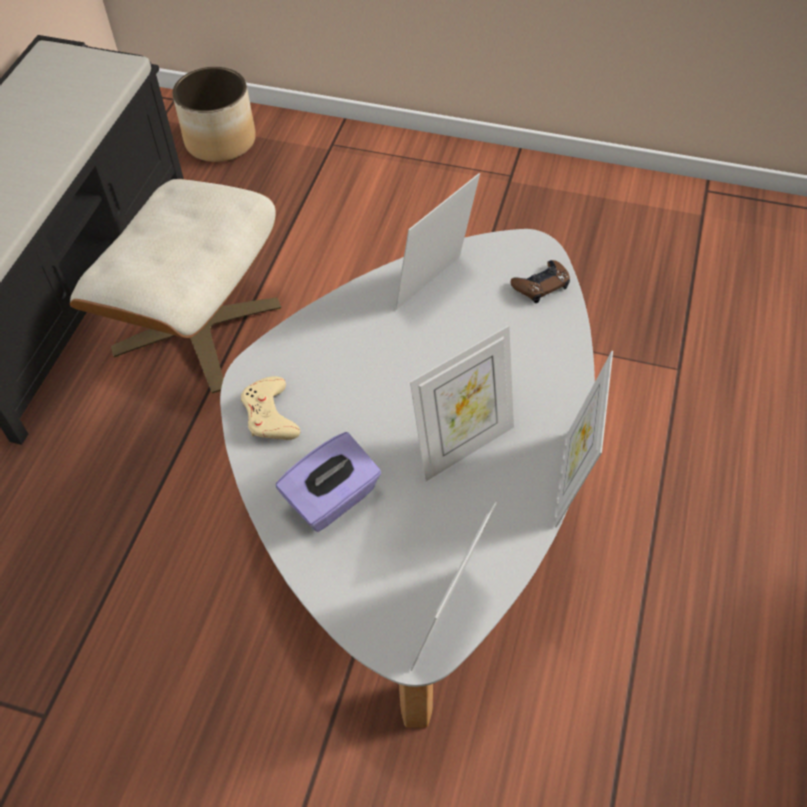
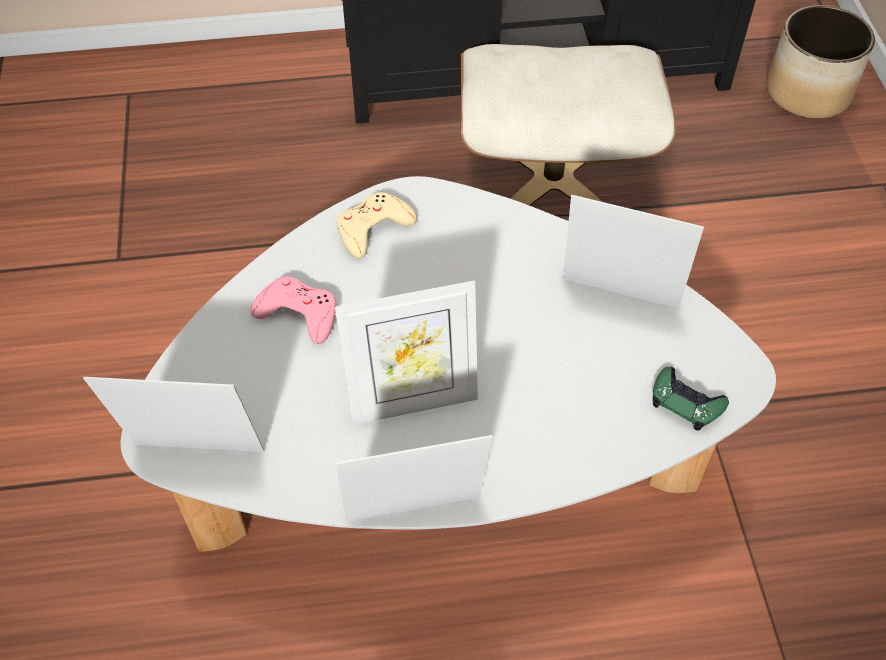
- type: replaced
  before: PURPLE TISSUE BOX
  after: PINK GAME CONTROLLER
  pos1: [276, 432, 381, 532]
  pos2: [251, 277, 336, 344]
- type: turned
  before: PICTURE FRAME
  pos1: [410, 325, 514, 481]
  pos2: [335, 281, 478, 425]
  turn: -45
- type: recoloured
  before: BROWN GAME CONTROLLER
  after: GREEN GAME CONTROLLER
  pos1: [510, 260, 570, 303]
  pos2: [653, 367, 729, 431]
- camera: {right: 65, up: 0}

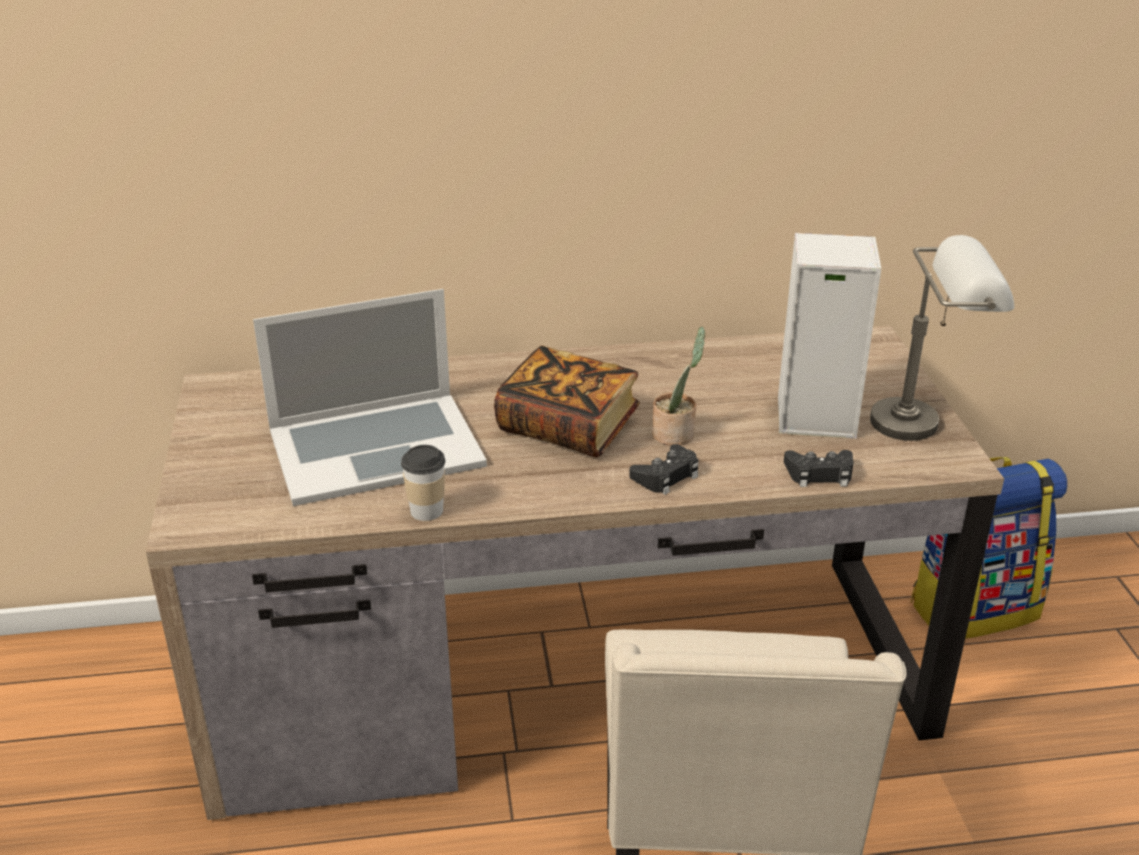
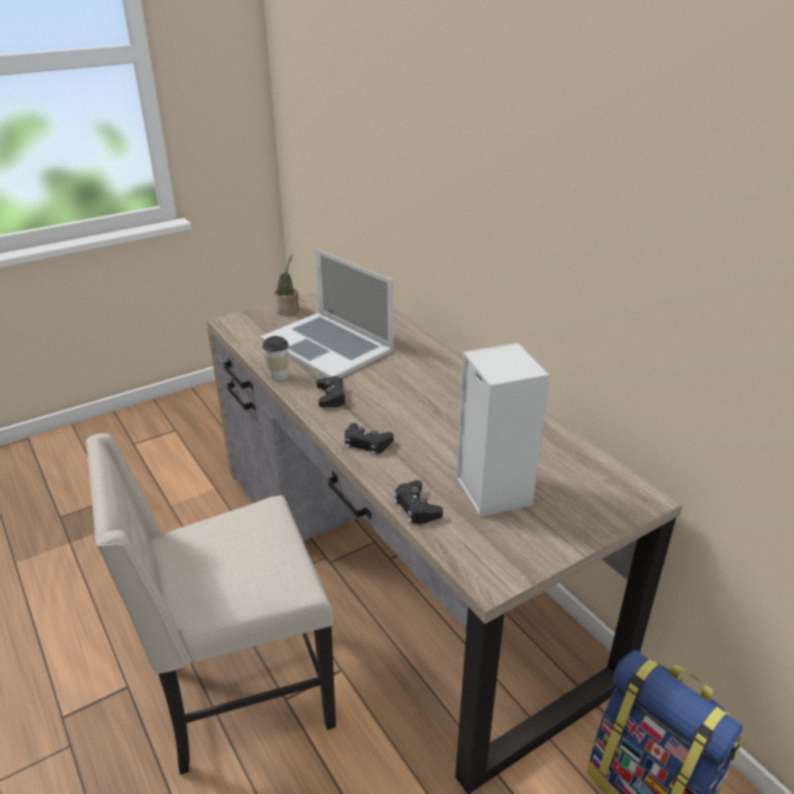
- type: moved
  before: POTTED PLANT
  pos1: [652, 327, 705, 446]
  pos2: [275, 254, 299, 316]
- type: added
  after: BLACK GAME CONTROLLER
  pos2: [317, 376, 347, 408]
- type: removed
  before: BOOK
  pos1: [494, 346, 640, 457]
- type: removed
  before: GREY TABLE LAMP
  pos1: [870, 235, 1014, 441]
- camera: {right: 65, up: 0}

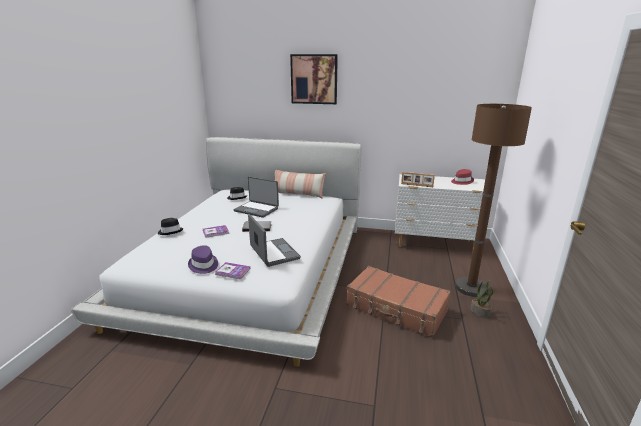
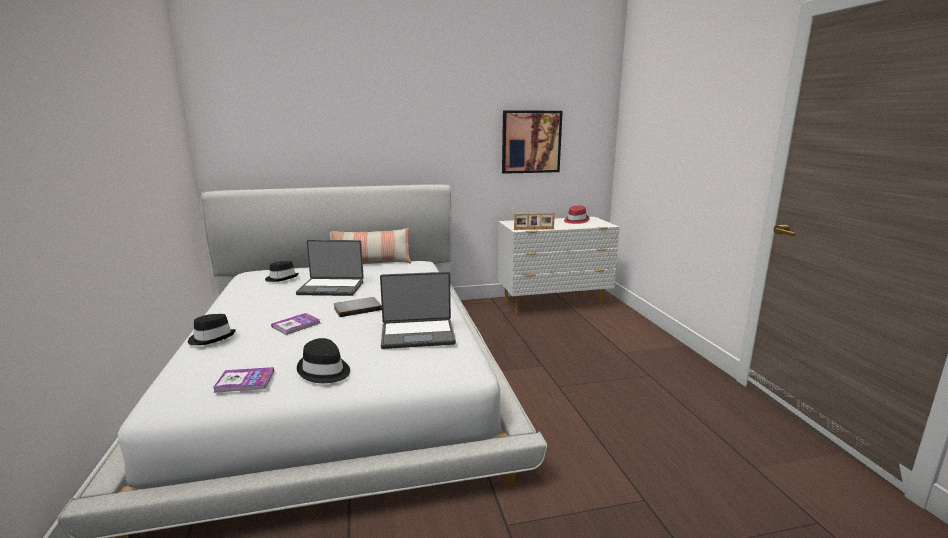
- type: moved
  before: BOOK
  pos1: [215, 262, 250, 279]
  pos2: [213, 367, 274, 393]
- type: recoloured
  before: PURPLE HAT
  after: BLACK HAT
  pos1: [188, 245, 218, 274]
  pos2: [297, 338, 350, 383]
- type: turned
  before: LAPTOP
  pos1: [248, 214, 301, 267]
  pos2: [380, 272, 456, 349]
  turn: 135
- type: moved
  before: PICTURE
  pos1: [290, 54, 338, 104]
  pos2: [502, 110, 563, 174]
- type: removed
  before: BROWN SUITCASE
  pos1: [346, 266, 451, 338]
- type: removed
  before: BROWN FLOOR LAMP
  pos1: [455, 104, 532, 297]
- type: removed
  before: POTTED PLANT
  pos1: [470, 280, 493, 318]
- camera: {right: -25, up: -5}

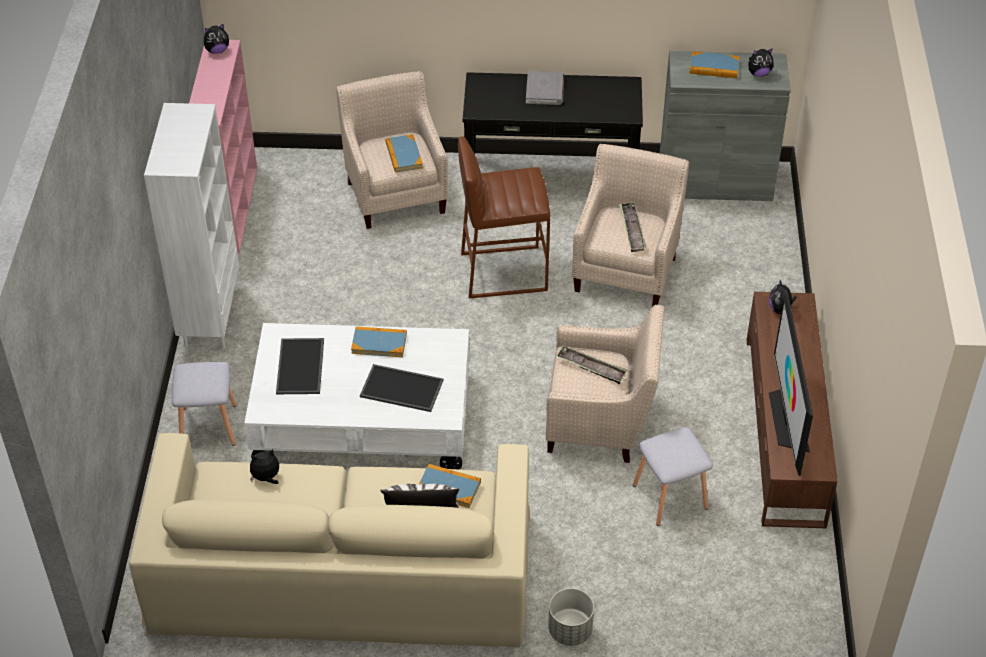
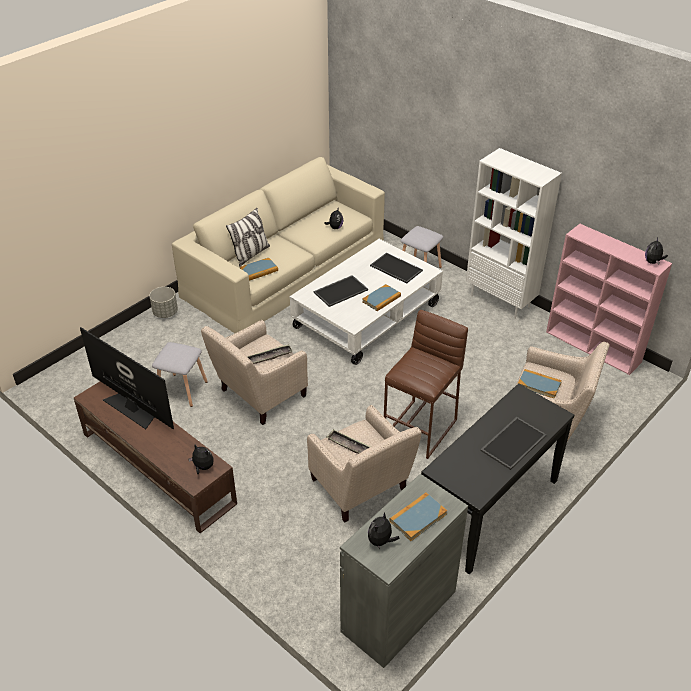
- type: replaced
  before: GREY BOOK
  after: TRAY
  pos1: [526, 71, 564, 105]
  pos2: [480, 417, 546, 470]
- camera: {right: 130, up: -5}

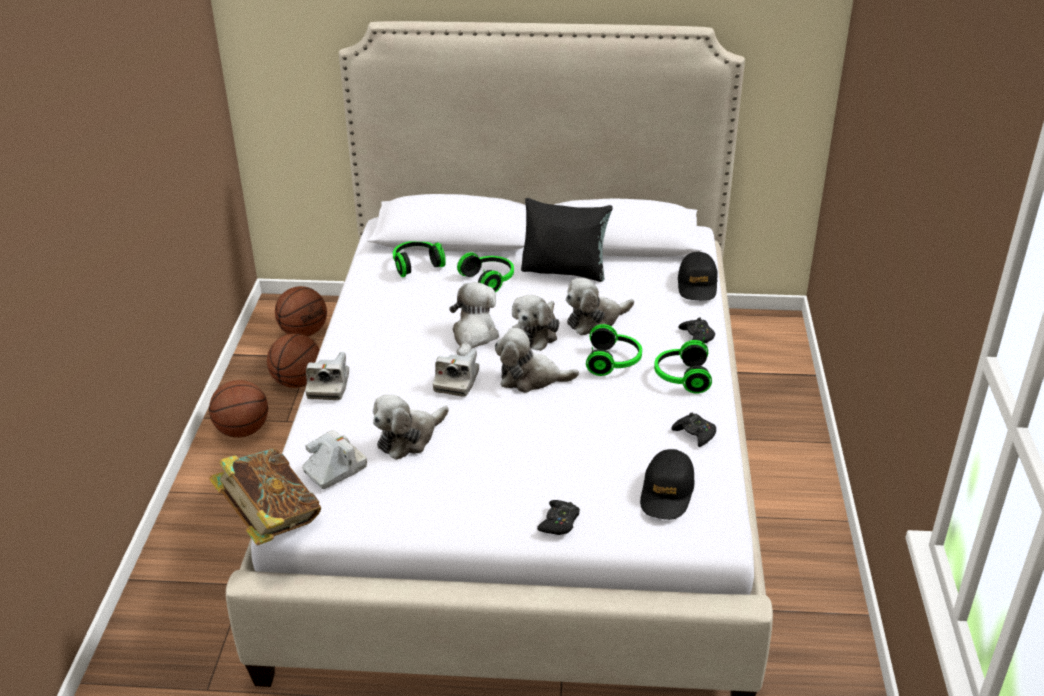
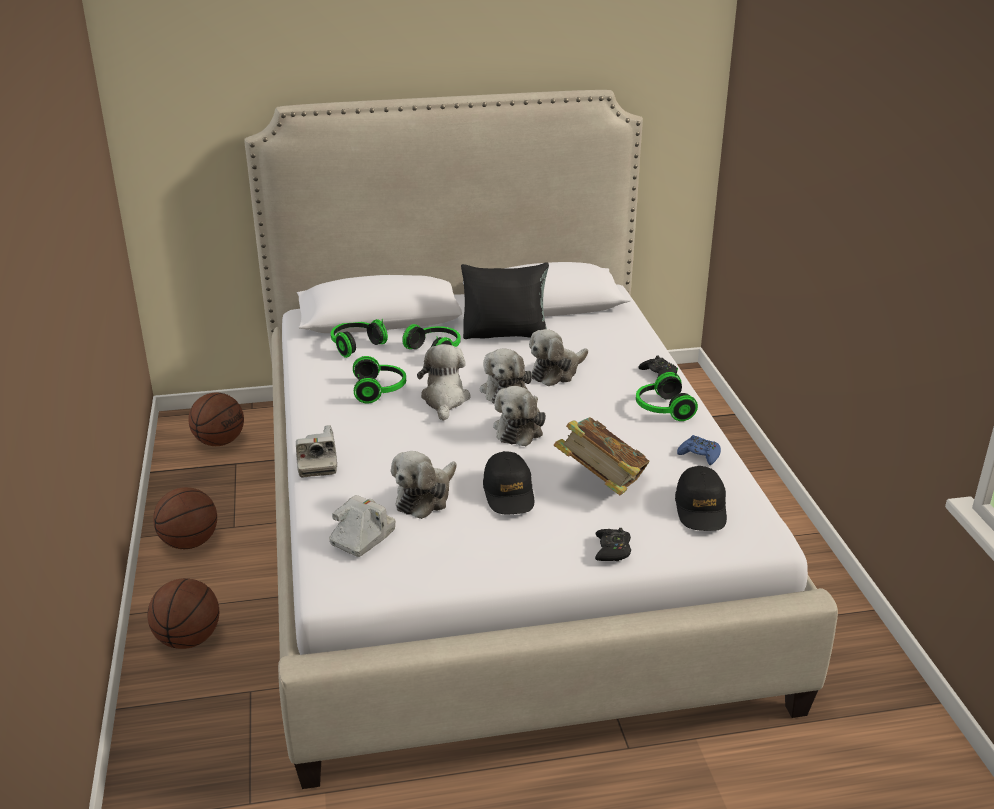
- type: moved
  before: BASKETBALL
  pos1: [267, 334, 320, 388]
  pos2: [148, 578, 219, 649]
- type: moved
  before: HEADPHONES
  pos1: [586, 324, 642, 376]
  pos2: [353, 356, 406, 403]
- type: moved
  before: BLACK CAP
  pos1: [678, 252, 718, 301]
  pos2: [483, 451, 534, 514]
- type: turned
  before: PLUSH TOY
  pos1: [495, 328, 579, 393]
  pos2: [493, 386, 546, 446]
  turn: -60
- type: moved
  before: BOOK
  pos1: [209, 448, 321, 545]
  pos2: [554, 417, 650, 495]
- type: recoloured
  before: BLACK GAME CONTROLLER
  after: BLUE GAME CONTROLLER
  pos1: [671, 413, 716, 447]
  pos2: [677, 435, 721, 465]
- type: removed
  before: PHOTO CAMERA
  pos1: [433, 349, 479, 397]
- camera: {right: -15, up: -5}

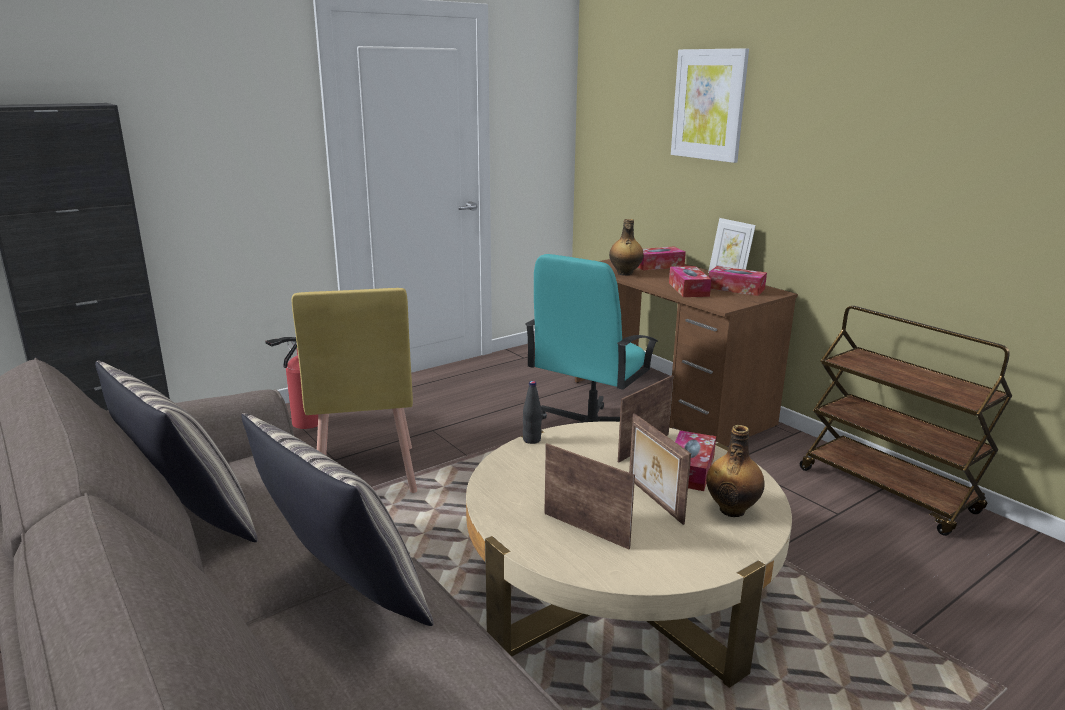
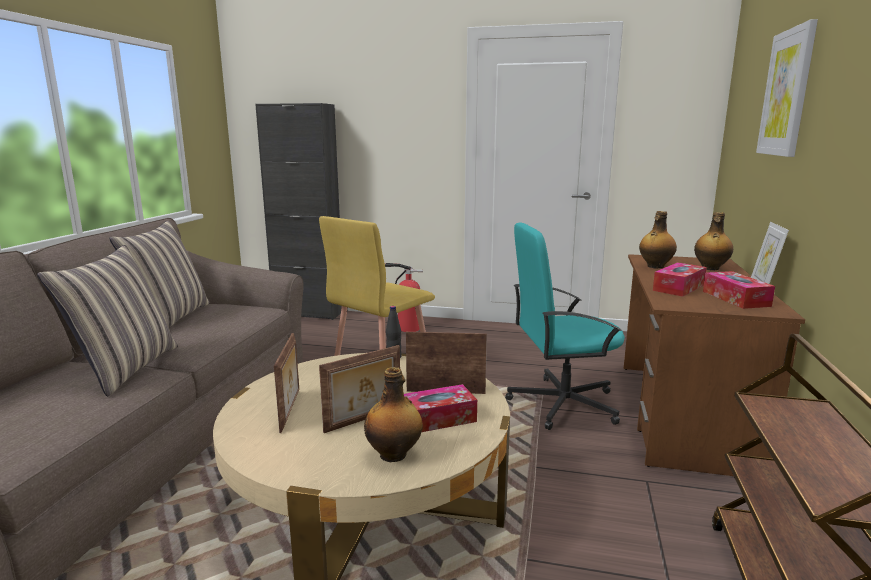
- type: turned
  before: PICTURE FRAME
  pos1: [629, 413, 691, 525]
  pos2: [319, 345, 400, 433]
  turn: -150
- type: replaced
  before: TISSUE BOX
  after: BOTTLE
  pos1: [638, 247, 686, 270]
  pos2: [694, 212, 733, 270]
- camera: {right: 50, up: -5}

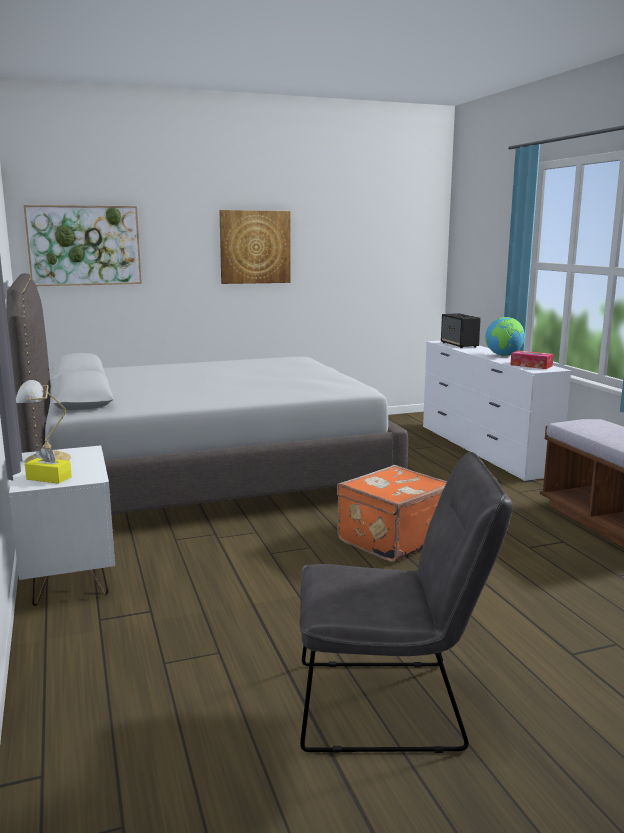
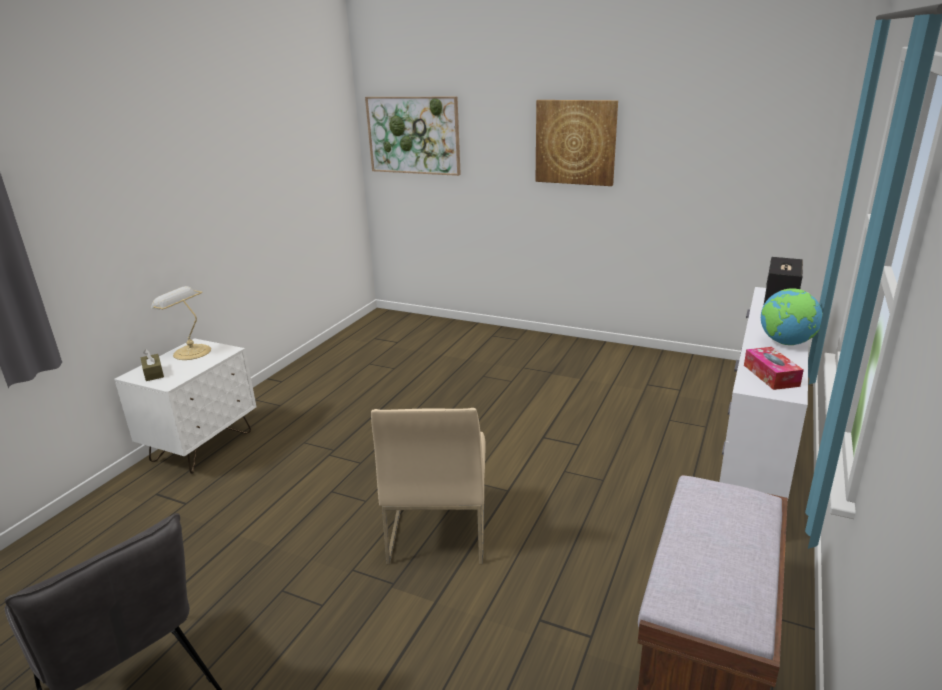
- type: recoloured
  before: YELLOW TISSUE BOX
  after: BROWN TISSUE BOX
  pos1: [25, 447, 72, 484]
  pos2: [141, 349, 164, 381]
- type: replaced
  before: ORANGE SUITCASE
  after: BEIGE CHAIR
  pos1: [337, 465, 447, 562]
  pos2: [371, 408, 486, 565]
- type: removed
  before: GREY BED
  pos1: [6, 273, 408, 514]
- camera: {right: 45, up: 10}

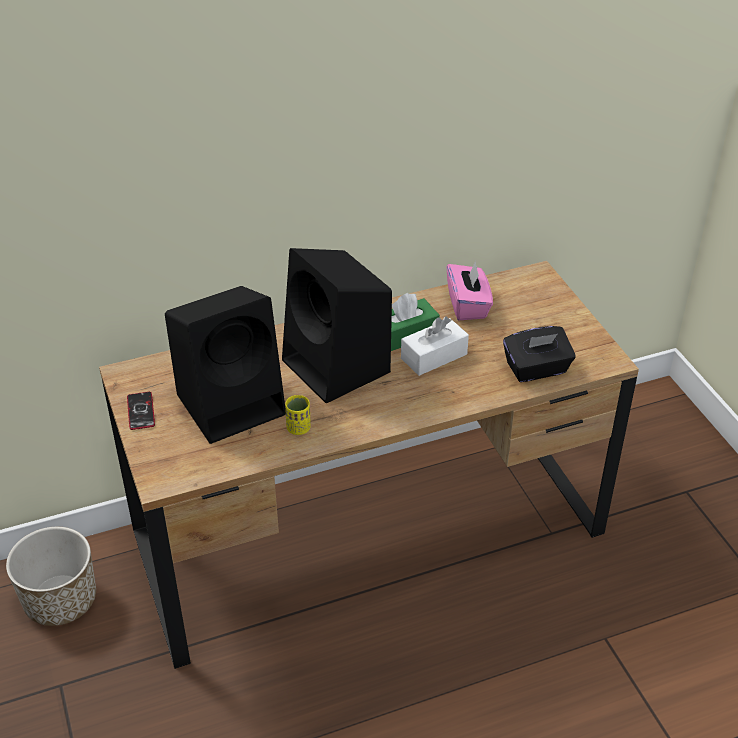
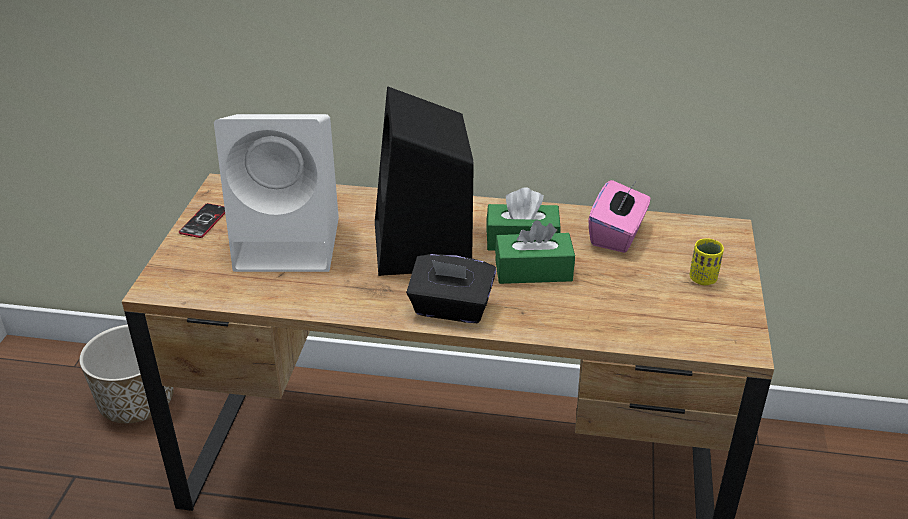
- type: recoloured
  before: BLACK SPEAKER
  after: WHITE SPEAKER
  pos1: [165, 286, 286, 444]
  pos2: [214, 114, 339, 272]
- type: moved
  before: BLACK TISSUE BOX
  pos1: [503, 326, 576, 382]
  pos2: [406, 254, 496, 323]
- type: recoloured
  before: WHITE TISSUE BOX
  after: GREEN TISSUE BOX
  pos1: [401, 316, 469, 376]
  pos2: [495, 220, 575, 284]
- type: moved
  before: YELLOW CUP
  pos1: [285, 395, 310, 435]
  pos2: [689, 238, 724, 285]
- camera: {right: 30, up: -5}

